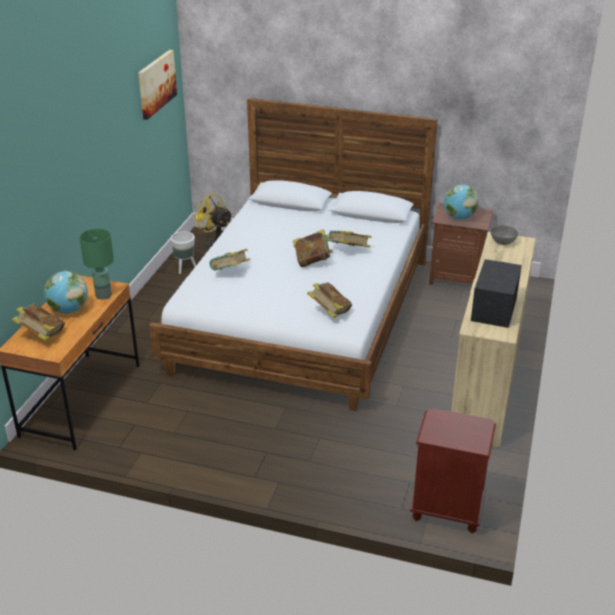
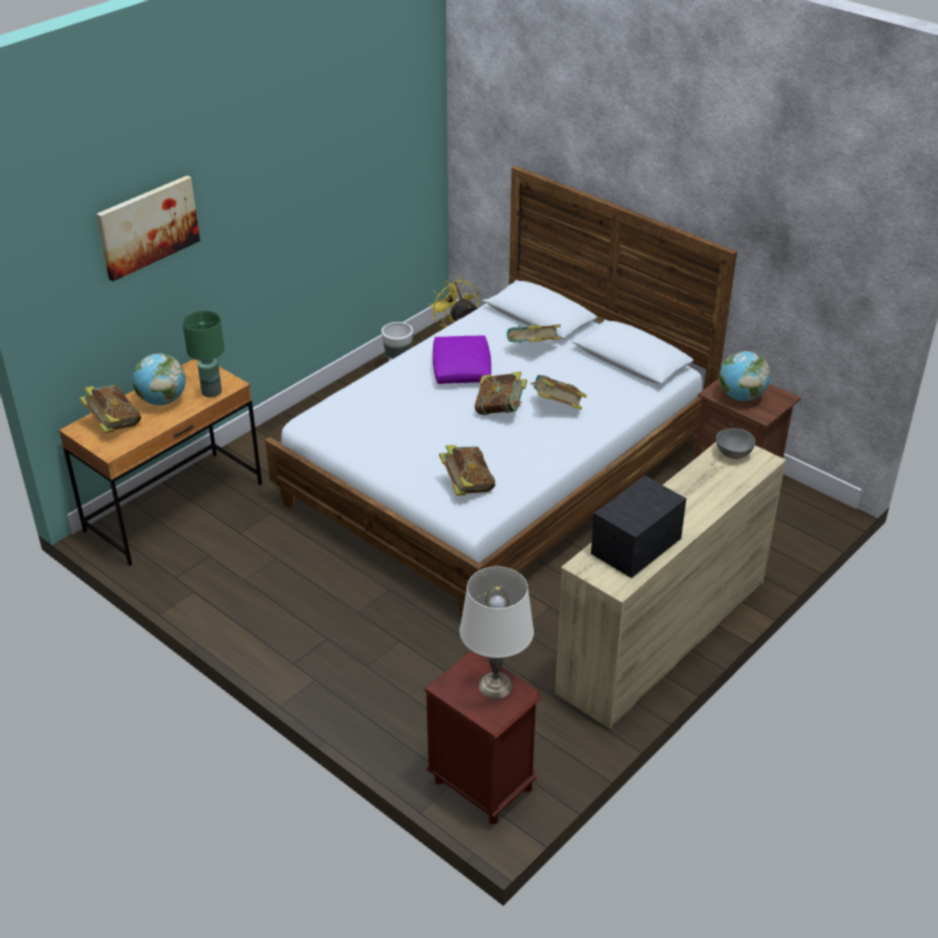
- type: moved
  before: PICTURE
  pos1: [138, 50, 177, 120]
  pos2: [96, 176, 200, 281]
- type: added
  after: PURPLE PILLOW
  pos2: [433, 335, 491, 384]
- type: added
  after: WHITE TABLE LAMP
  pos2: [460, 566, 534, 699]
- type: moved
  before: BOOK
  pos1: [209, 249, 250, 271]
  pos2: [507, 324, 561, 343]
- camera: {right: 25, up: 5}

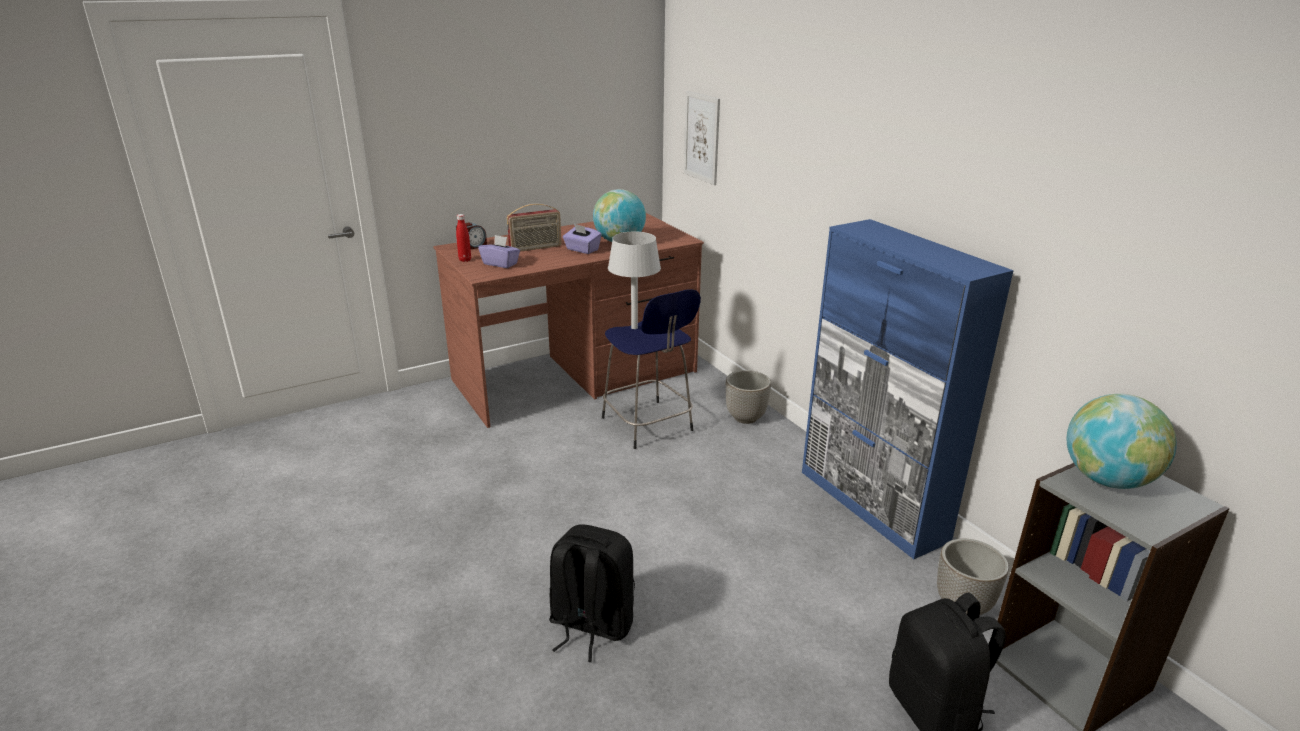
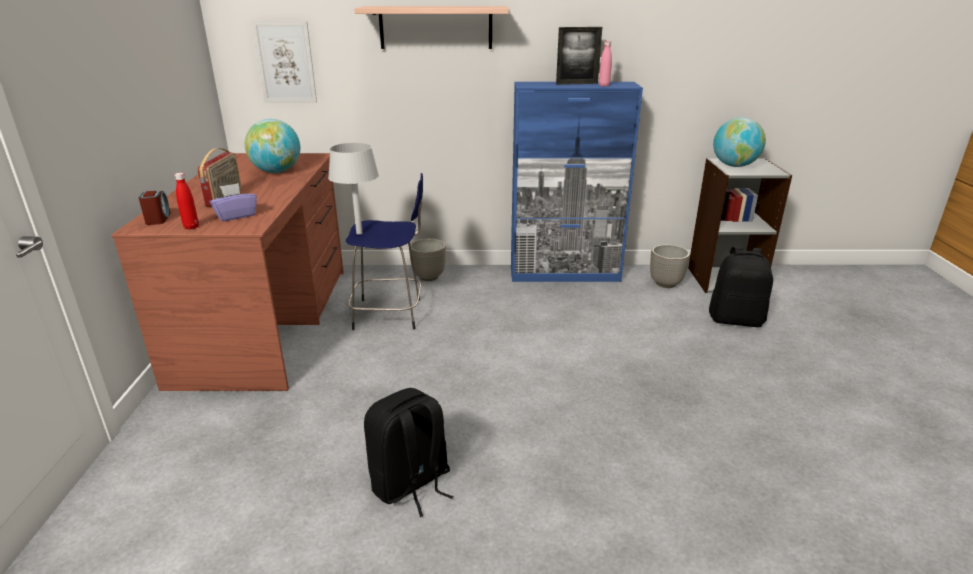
- type: added
  after: SHELF
  pos2: [354, 6, 509, 49]
- type: moved
  before: BLACK BACKPACK
  pos1: [549, 524, 635, 662]
  pos2: [364, 388, 453, 517]
- type: added
  after: PICTURE FRAME
  pos2: [556, 27, 602, 85]
- type: added
  after: PINK BOTTLE
  pos2: [599, 41, 612, 86]
- type: removed
  before: PURPLE TISSUE BOX
  pos1: [563, 224, 602, 254]
- camera: {right: -60, up: 0}

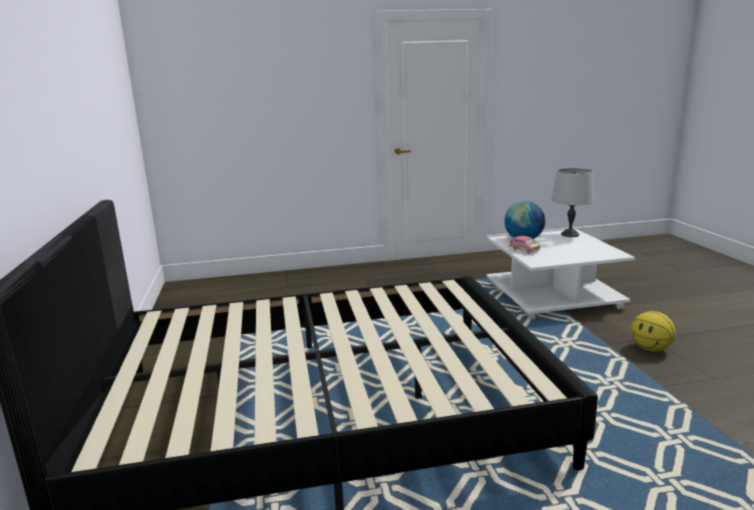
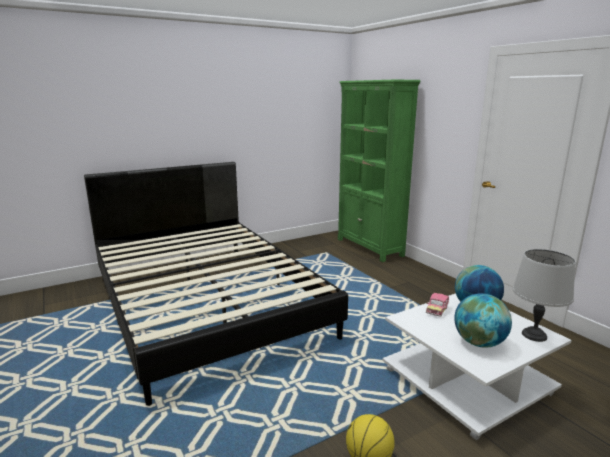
- type: added
  after: GREEN BOOKCASE
  pos2: [338, 80, 421, 262]
- type: added
  after: GLOBE
  pos2: [454, 293, 512, 348]
- camera: {right: 70, up: 0}

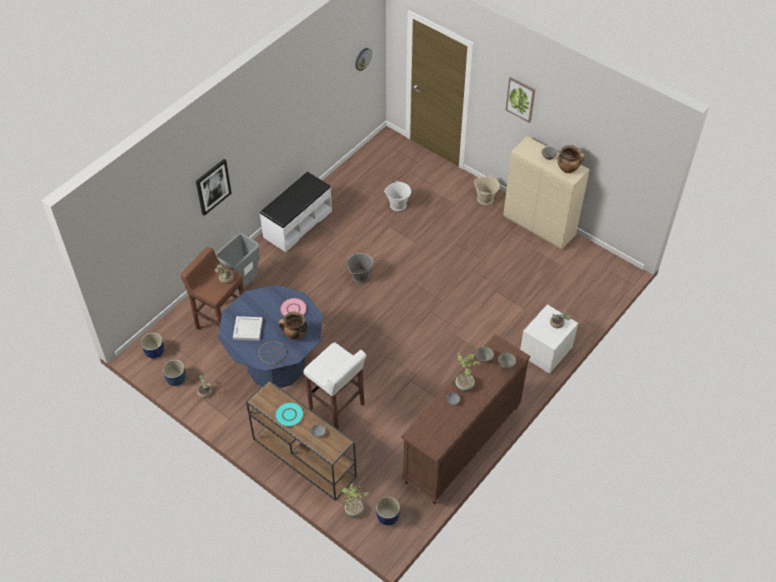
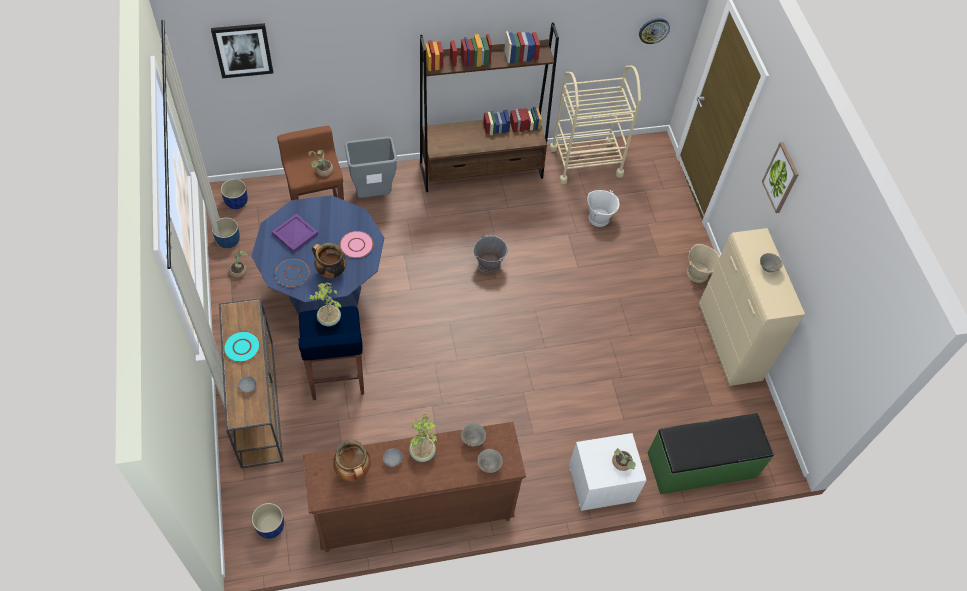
- type: moved
  before: PICTURE
  pos1: [196, 159, 232, 216]
  pos2: [211, 23, 273, 78]
- type: recoloured
  before: WHITE TRAY
  after: PURPLE TRAY
  pos1: [233, 316, 263, 341]
  pos2: [272, 213, 318, 253]
- type: recoloured
  before: WHITE STOOL
  after: BLUE STOOL
  pos1: [303, 343, 366, 429]
  pos2: [298, 306, 364, 400]
- type: moved
  before: POTTED PLANT
  pos1: [341, 483, 370, 517]
  pos2: [309, 282, 341, 326]
- type: moved
  before: COOKING POT
  pos1: [558, 145, 585, 173]
  pos2: [333, 440, 370, 482]
- type: replaced
  before: WHITE BENCH
  after: BROWN BOOKCASE
  pos1: [260, 172, 332, 252]
  pos2: [420, 22, 559, 192]
- type: added
  after: BEIGE CART
  pos2: [549, 66, 641, 184]
- type: added
  after: GREEN BENCH
  pos2: [648, 413, 774, 494]
- camera: {right: 35, up: 5}

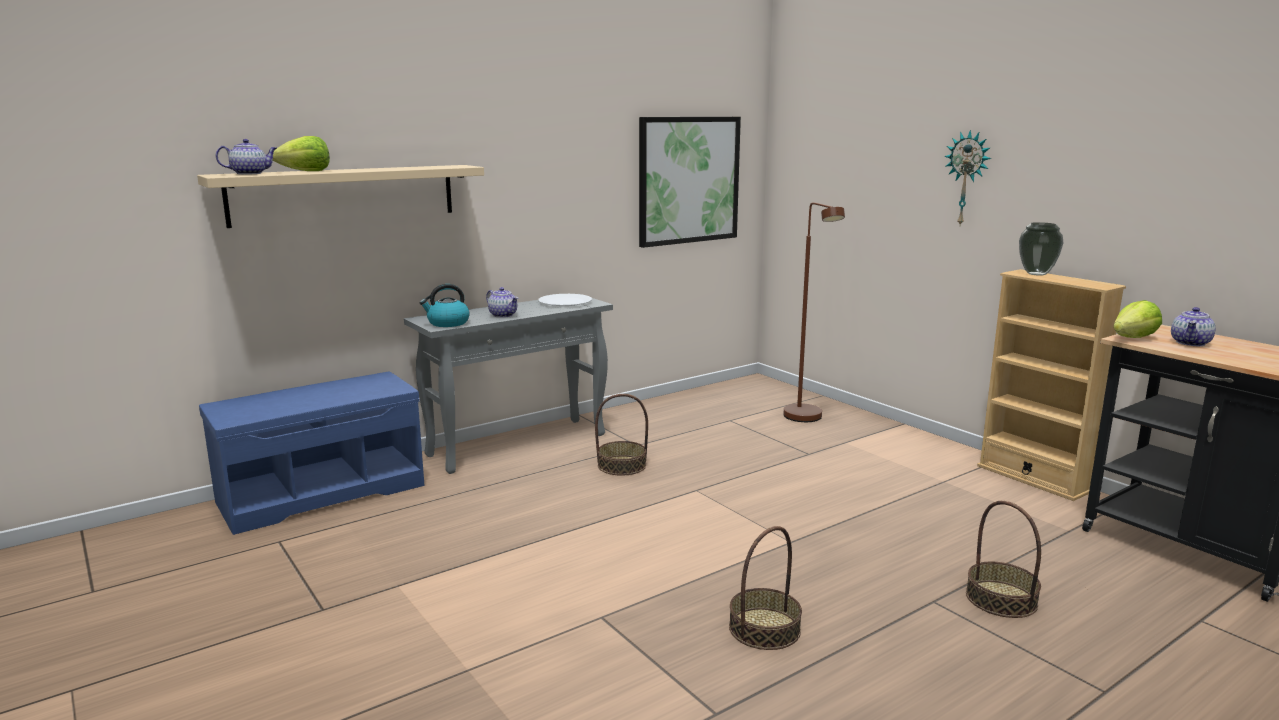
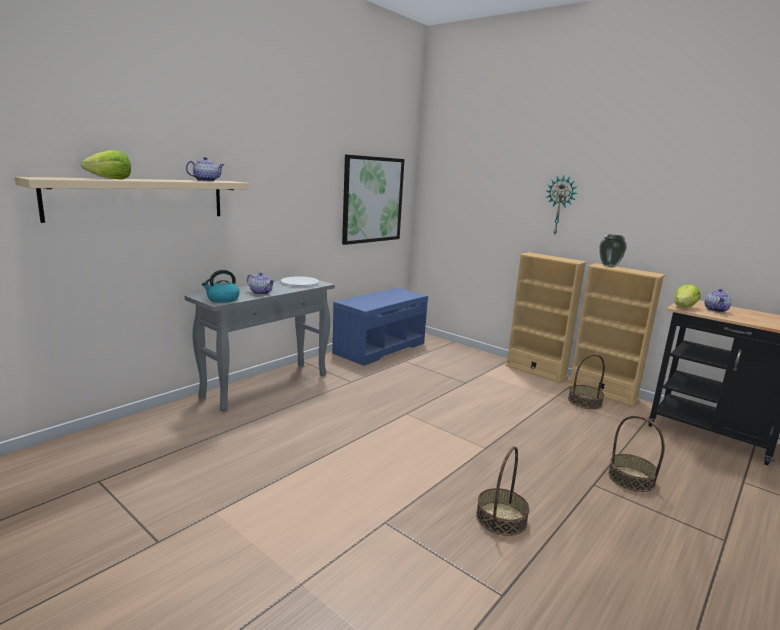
- type: moved
  before: TEAPOT
  pos1: [216, 139, 277, 174]
  pos2: [186, 157, 224, 182]
- type: moved
  before: BLUE BENCH
  pos1: [199, 372, 425, 535]
  pos2: [332, 288, 428, 366]
- type: added
  after: BEIGE BOOKCASE
  pos2: [505, 252, 587, 383]
- type: moved
  before: BASKET
  pos1: [595, 394, 648, 476]
  pos2: [568, 354, 605, 409]
- type: removed
  before: BROWN FLOOR LAMP
  pos1: [783, 202, 845, 422]
- camera: {right: -15, up: 0}

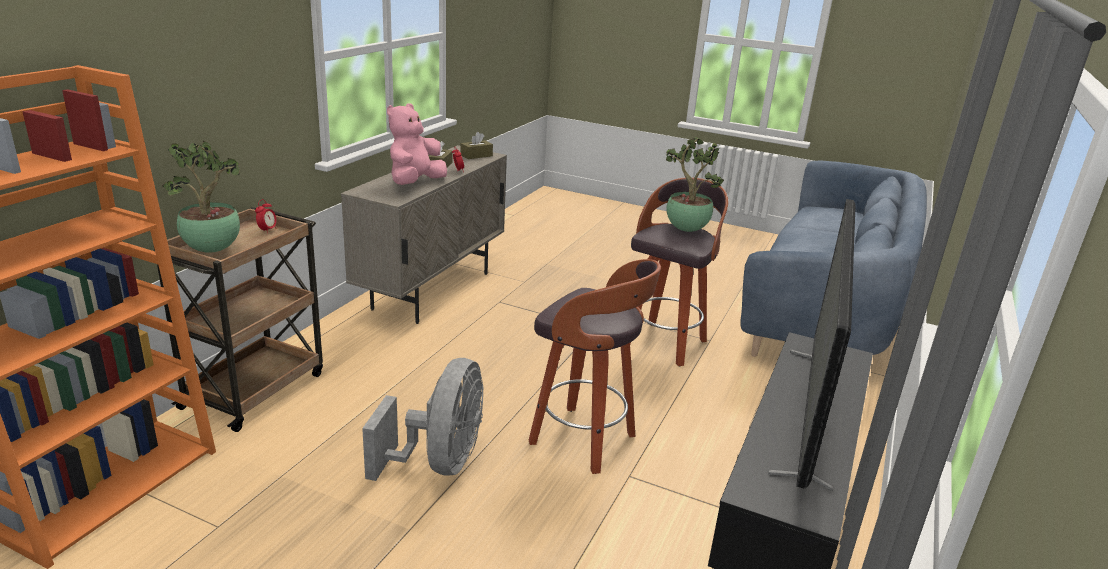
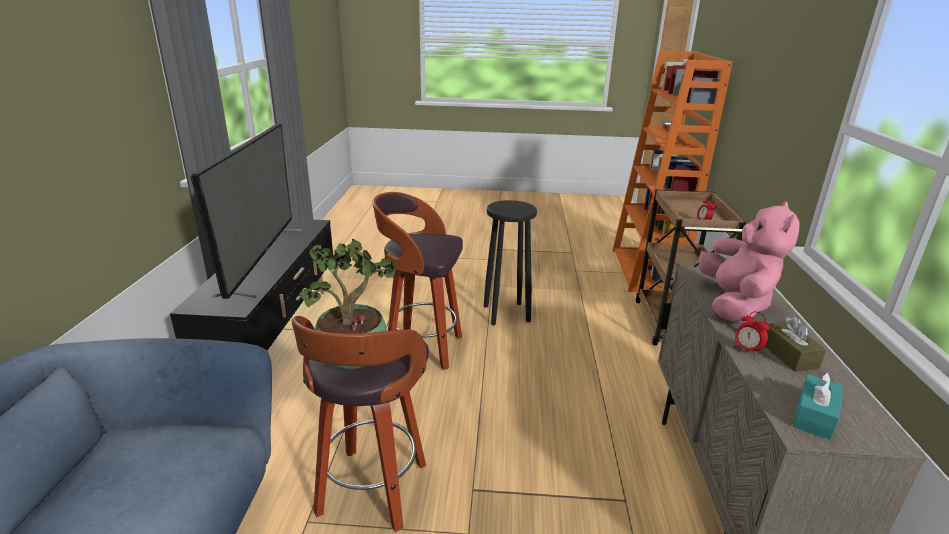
- type: replaced
  before: GREY FAN
  after: BLACK STOOL
  pos1: [362, 358, 483, 481]
  pos2: [484, 200, 537, 325]
- type: recoloured
  before: BROWN TISSUE BOX
  after: TURQUOISE TISSUE BOX
  pos1: [461, 132, 493, 159]
  pos2: [793, 371, 843, 440]
- type: removed
  before: POTTED PLANT
  pos1: [162, 141, 240, 253]
- camera: {right: 160, up: 0}

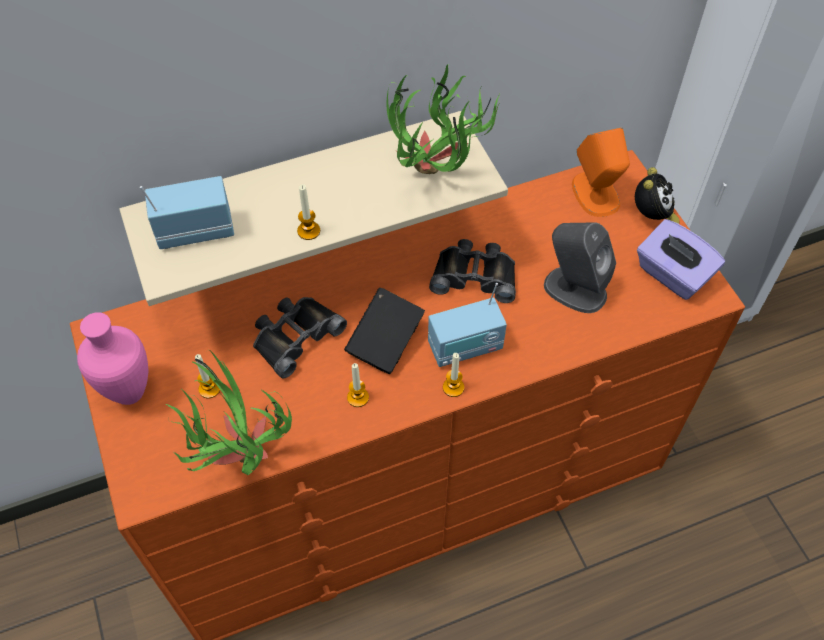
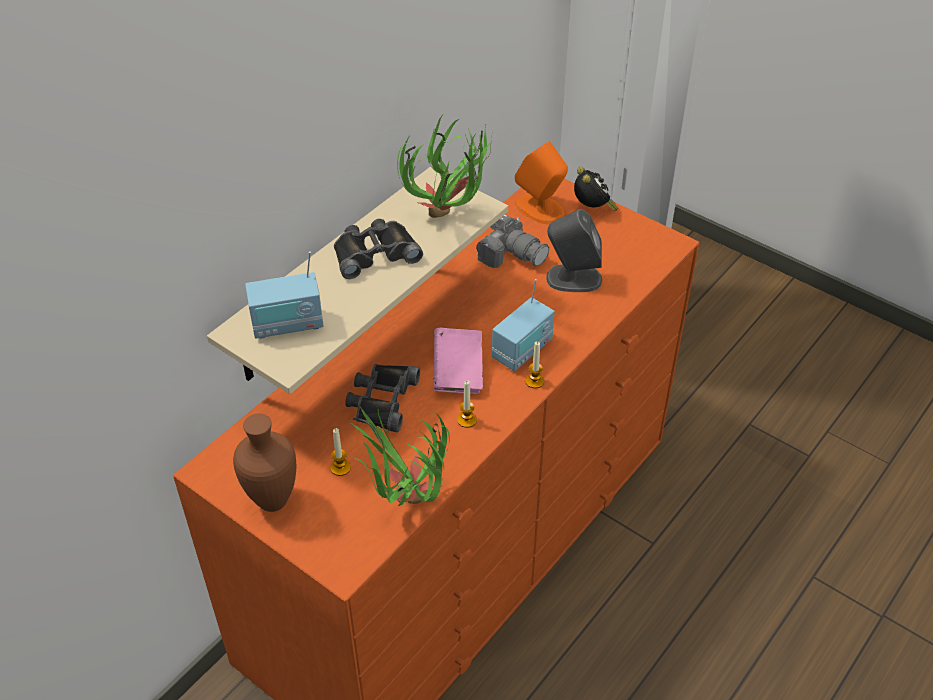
- type: recoloured
  before: PINK VASE
  after: BROWN VASE
  pos1: [77, 312, 148, 405]
  pos2: [233, 413, 296, 512]
- type: turned
  before: RADIO
  pos1: [140, 176, 234, 249]
  pos2: [245, 251, 323, 339]
  turn: -150
- type: moved
  before: BLACK BINOCULARS
  pos1: [429, 239, 516, 303]
  pos2: [334, 219, 423, 279]
- type: recoloured
  before: BLACK BOOK
  after: PINK BOOK
  pos1: [344, 288, 425, 374]
  pos2: [433, 328, 483, 394]
- type: added
  after: PHOTO CAMERA
  pos2: [476, 214, 549, 268]
- type: removed
  before: CANDLE
  pos1: [297, 184, 320, 240]
- type: removed
  before: PURPLE TISSUE BOX
  pos1: [637, 219, 725, 300]
- camera: {right: -30, up: -10}

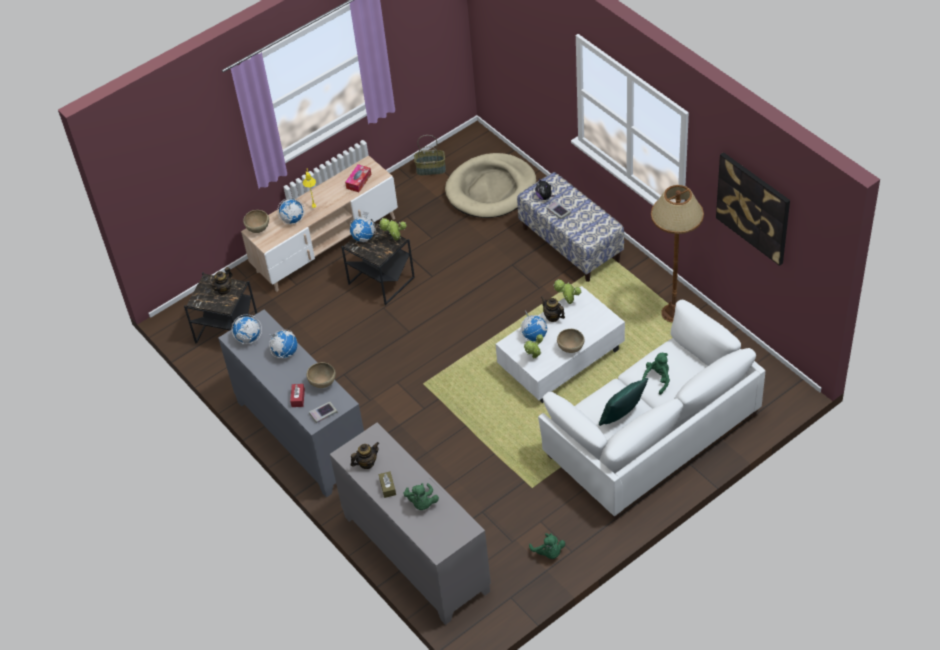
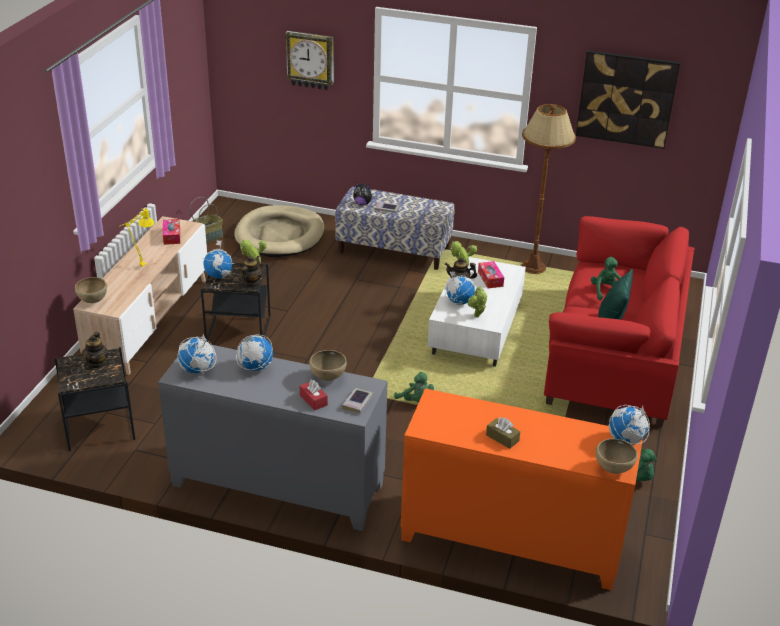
- type: moved
  before: TEAPOT
  pos1: [351, 442, 379, 469]
  pos2: [240, 256, 262, 286]
- type: added
  after: WALL CLOCK
  pos2: [285, 31, 334, 90]
- type: moved
  before: GREEN PLUSH TOY
  pos1: [404, 483, 439, 510]
  pos2: [394, 372, 434, 402]
- type: recoloured
  before: GREY CABINET
  after: ORANGE CABINET
  pos1: [330, 423, 491, 625]
  pos2: [401, 388, 643, 590]
- type: added
  after: TISSUE BOX
  pos2: [478, 261, 504, 288]
- type: recoloured
  before: WHITE SOFA
  after: RED SOFA
  pos1: [538, 300, 765, 520]
  pos2: [544, 216, 694, 428]
- type: moved
  before: BROWN BOWL
  pos1: [557, 329, 585, 353]
  pos2: [596, 439, 638, 474]
- type: moved
  before: GLOBE
  pos1: [277, 198, 305, 224]
  pos2: [609, 405, 650, 445]
- camera: {right: -40, up: -15}

